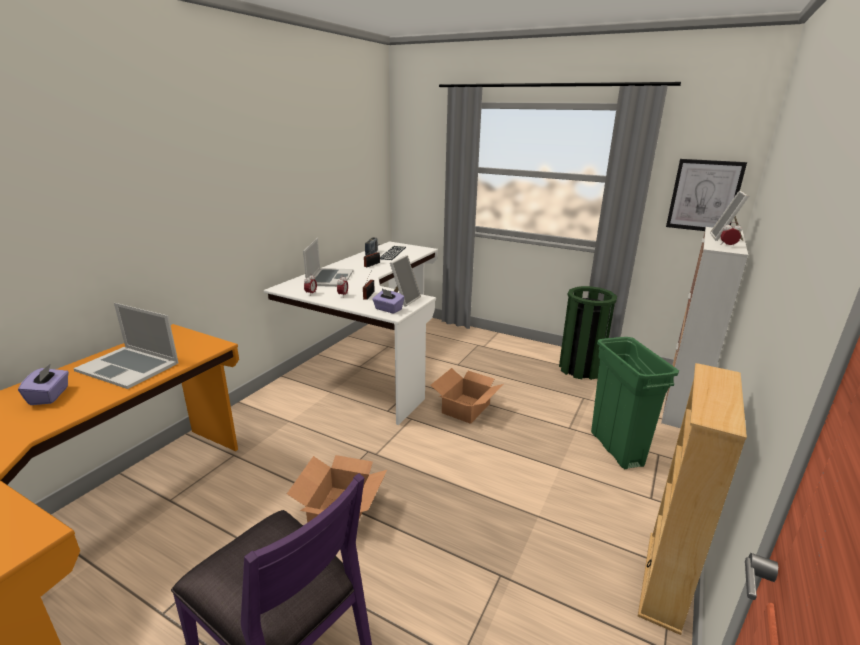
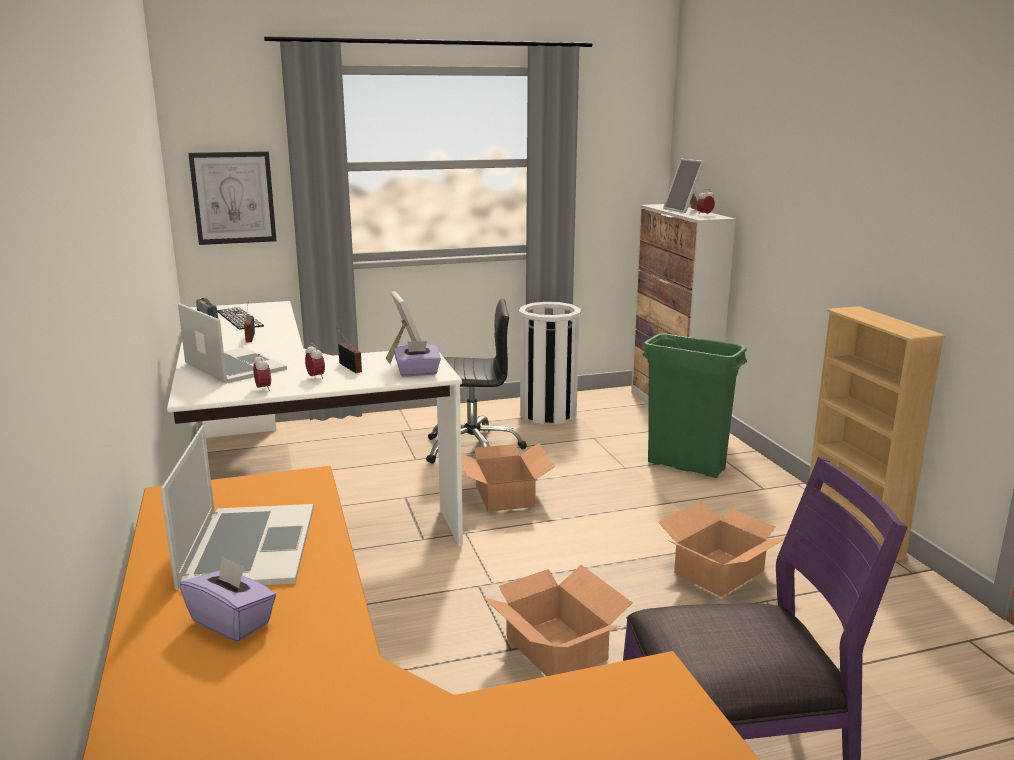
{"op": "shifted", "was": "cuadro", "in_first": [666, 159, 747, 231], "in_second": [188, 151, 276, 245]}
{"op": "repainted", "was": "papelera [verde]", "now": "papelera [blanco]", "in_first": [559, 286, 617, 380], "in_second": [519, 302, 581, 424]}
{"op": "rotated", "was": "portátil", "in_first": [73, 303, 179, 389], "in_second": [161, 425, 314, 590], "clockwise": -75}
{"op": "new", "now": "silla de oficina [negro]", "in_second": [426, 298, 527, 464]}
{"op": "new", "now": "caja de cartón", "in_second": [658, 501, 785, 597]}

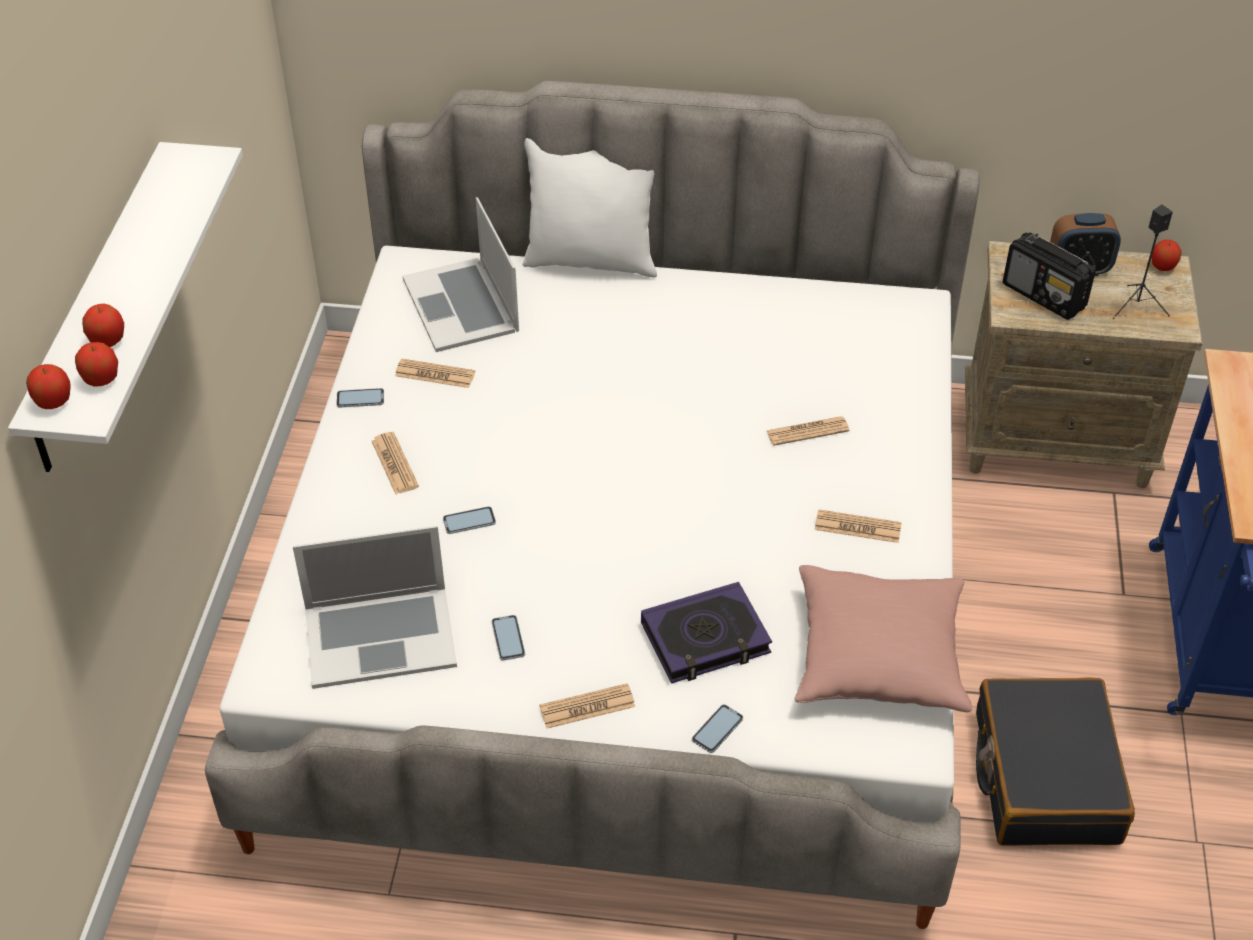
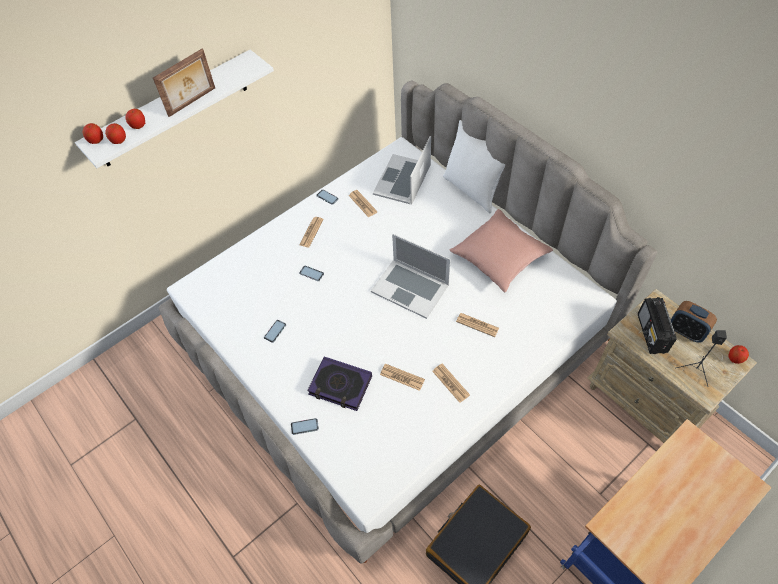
{"op": "shifted", "was": "portátil", "in_first": [293, 526, 457, 689], "in_second": [371, 234, 451, 319]}
{"op": "shifted", "was": "cojín [rosa]", "in_first": [794, 565, 972, 712], "in_second": [450, 209, 553, 292]}
{"op": "shifted", "was": "periódico", "in_first": [539, 683, 635, 729], "in_second": [380, 364, 425, 391]}
{"op": "new", "now": "portarretratos", "in_second": [153, 48, 215, 117]}

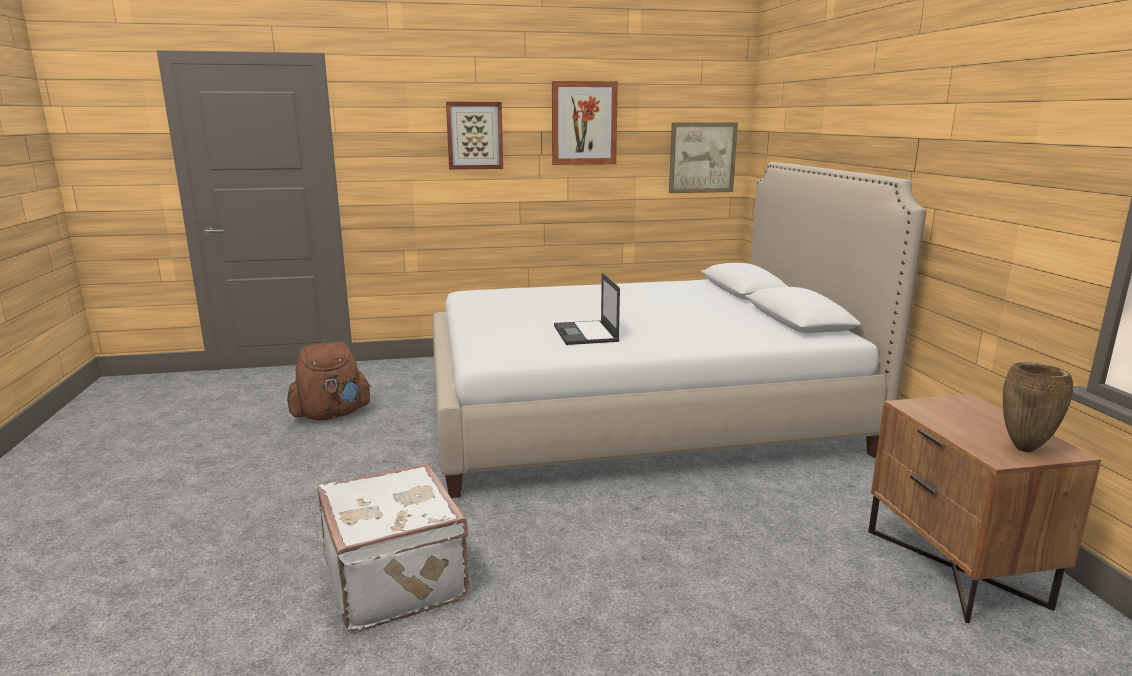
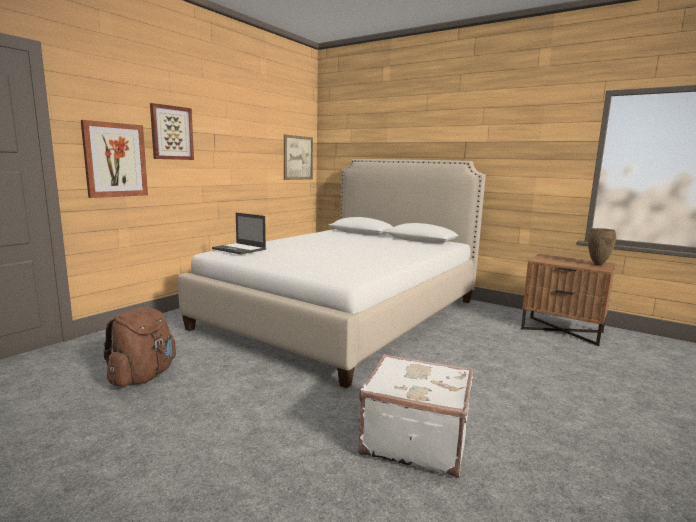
{"op": "shifted", "was": "cuadro", "in_first": [552, 81, 618, 165], "in_second": [81, 120, 148, 198]}
{"op": "shifted", "was": "portátil", "in_first": [554, 273, 620, 345], "in_second": [212, 213, 266, 255]}

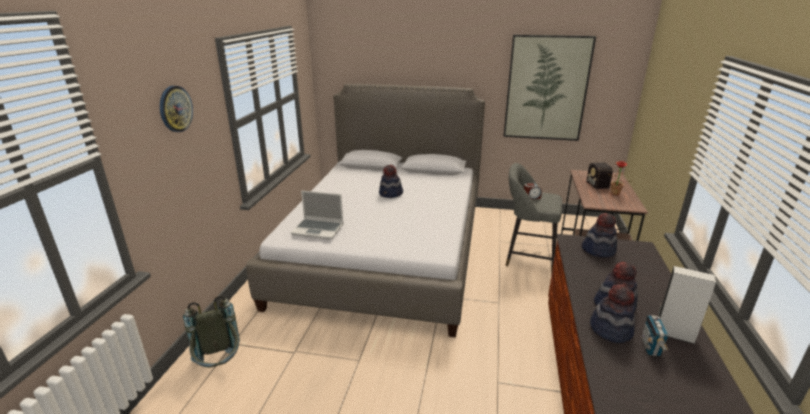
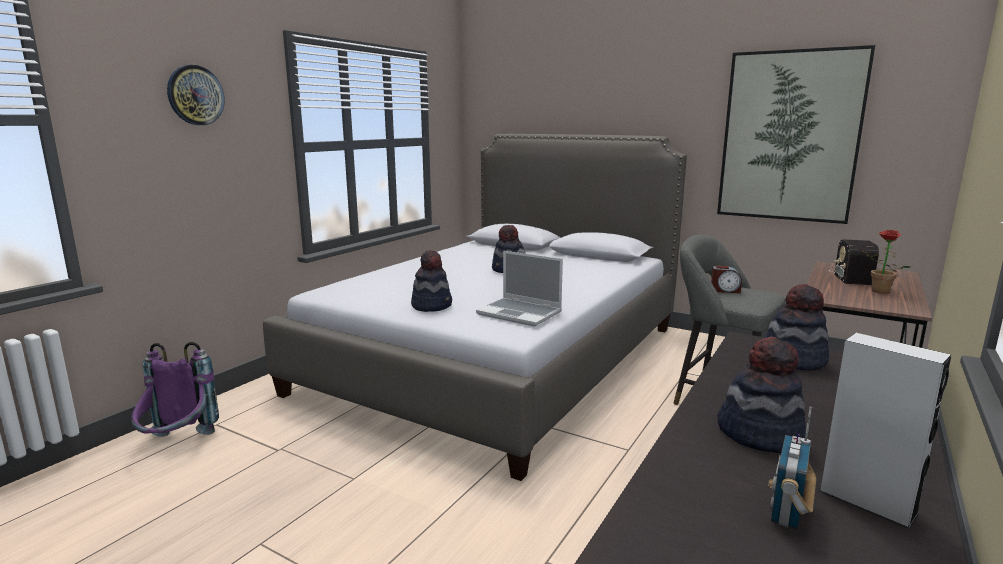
{"op": "shifted", "was": "portátil", "in_first": [291, 190, 344, 240], "in_second": [476, 251, 563, 327]}
{"op": "shifted", "was": "sombrero", "in_first": [590, 284, 635, 343], "in_second": [411, 250, 452, 312]}
{"op": "repainted", "was": "mochila [gris]", "now": "mochila [morado]", "in_first": [183, 296, 240, 368], "in_second": [132, 342, 219, 437]}

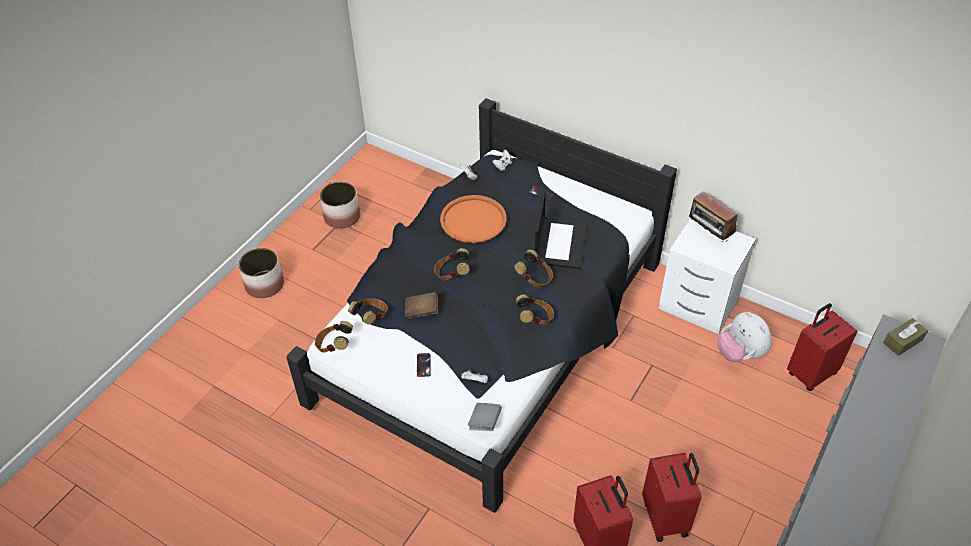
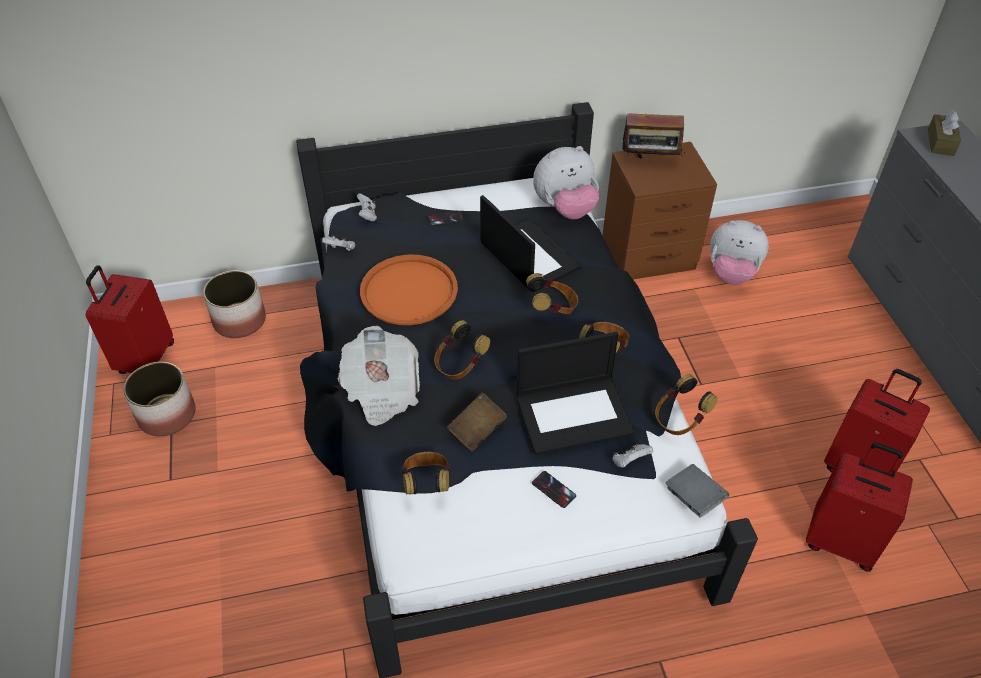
{"op": "repainted", "was": "mesita de noche [blanco]", "now": "mesita de noche [marrón]", "in_first": [659, 218, 756, 335], "in_second": [602, 142, 717, 279]}
{"op": "shifted", "was": "maceta", "in_first": [238, 248, 284, 298], "in_second": [203, 270, 266, 338]}
{"op": "shifted", "was": "maleta [rojo]", "in_first": [787, 303, 858, 391], "in_second": [86, 265, 174, 374]}
{"op": "shifted", "was": "auriculares", "in_first": [315, 321, 353, 352], "in_second": [655, 374, 718, 435]}
{"op": "new", "now": "peluche", "in_second": [533, 146, 600, 219]}
{"op": "new", "now": "periódico", "in_second": [338, 326, 420, 426]}
{"op": "new", "now": "portátil", "in_second": [517, 332, 635, 455]}

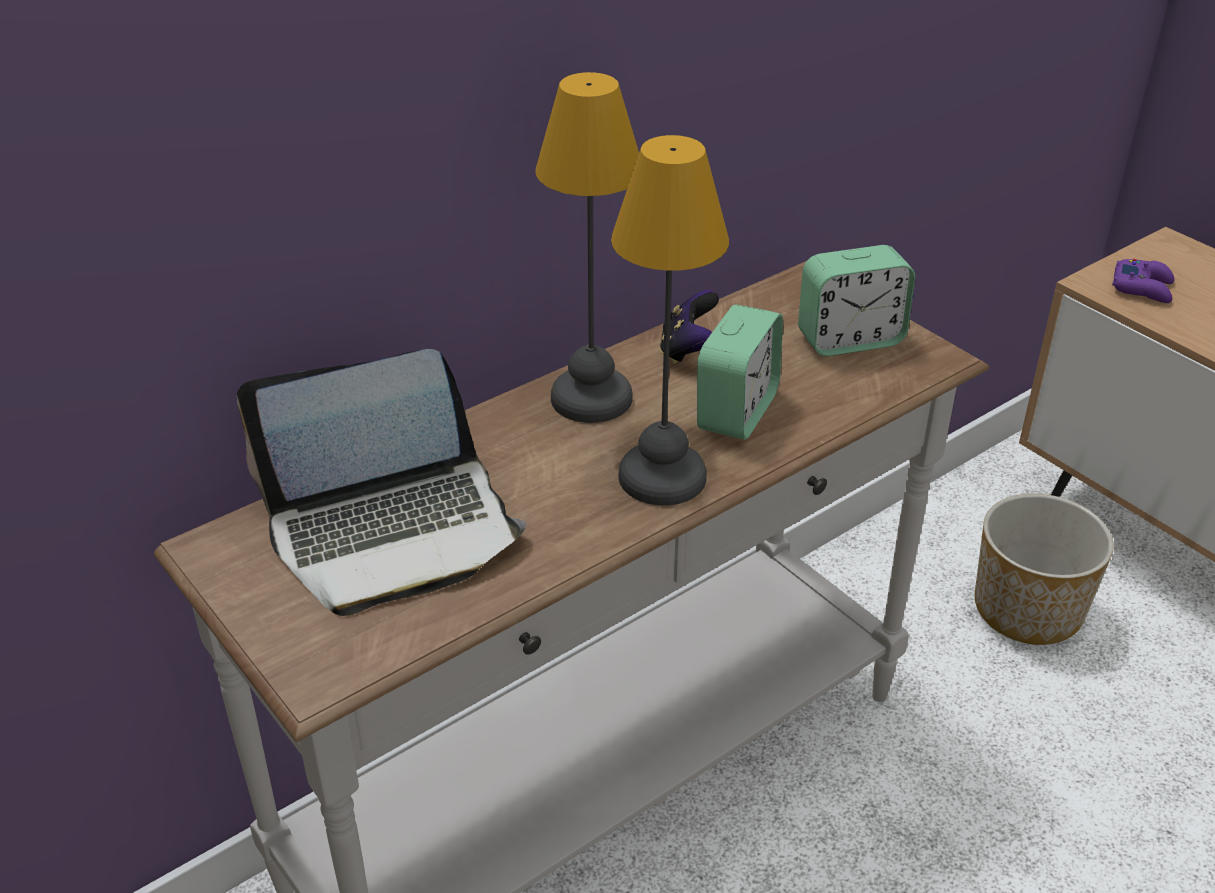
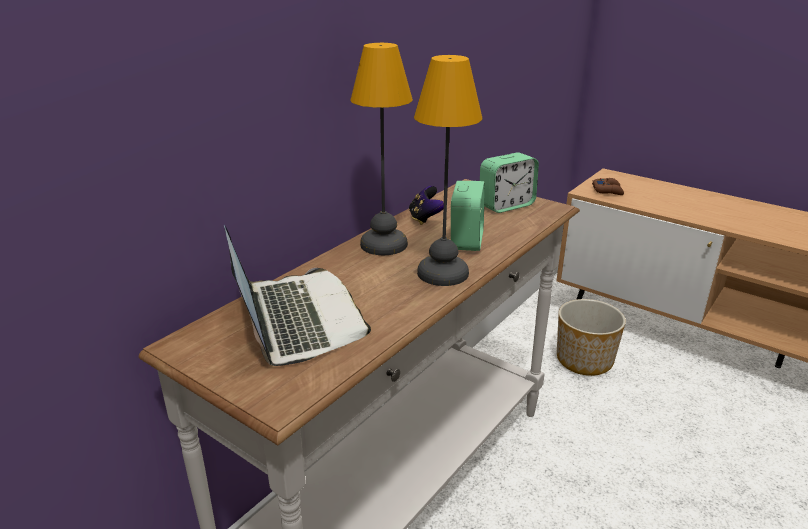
{"op": "repainted", "was": "mando de consola [morado]", "now": "mando de consola [marrón]", "in_first": [1112, 259, 1174, 303], "in_second": [592, 178, 624, 195]}
{"op": "rotated", "was": "portátil", "in_first": [237, 349, 527, 616], "in_second": [224, 225, 371, 366], "clockwise": -75}

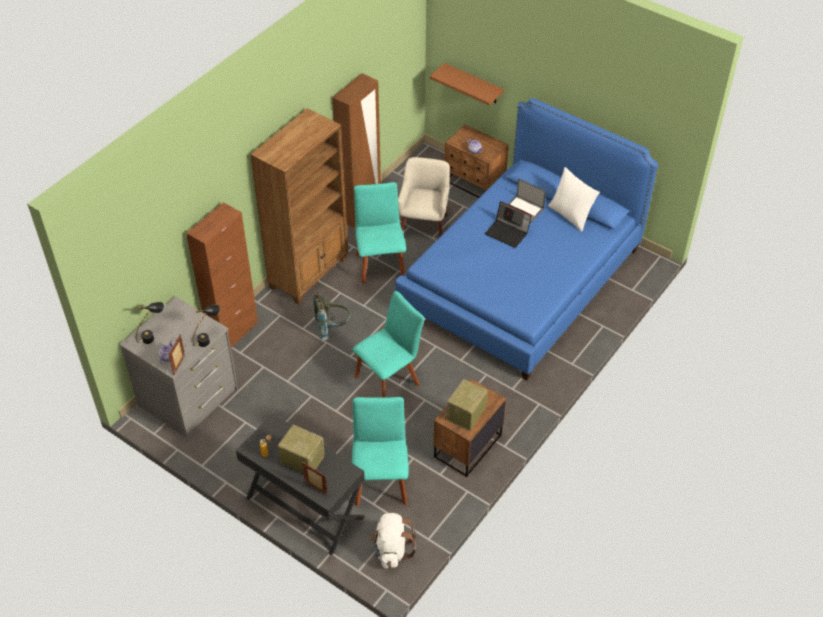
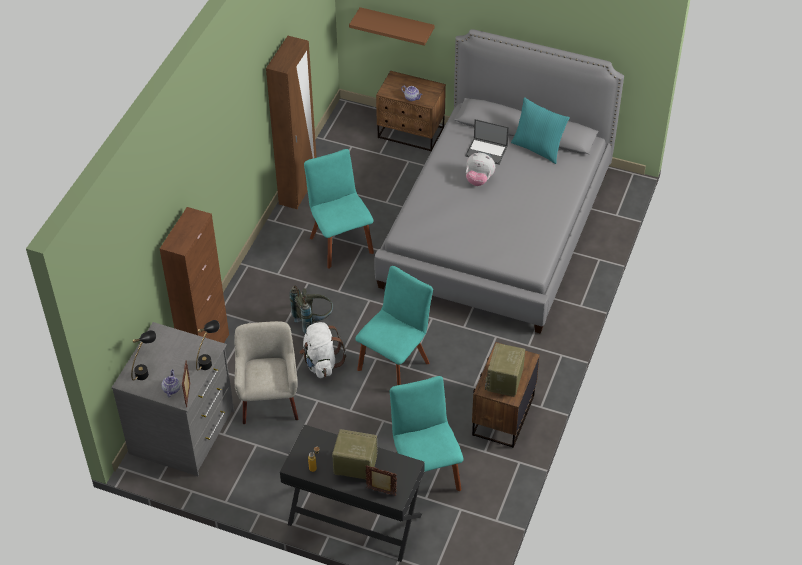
{"op": "repainted", "was": "cama [azul]", "now": "cama [gris]", "in_first": [395, 98, 658, 380], "in_second": [374, 29, 624, 334]}
{"op": "gone", "was": "estantería [marrón]", "in_first": [250, 108, 348, 305]}
{"op": "shifted", "was": "sillón [beis]", "in_first": [398, 157, 450, 236], "in_second": [234, 321, 298, 424]}
{"op": "repainted", "was": "cojín [blanco]", "now": "cojín [turquesa]", "in_first": [548, 167, 600, 232], "in_second": [511, 97, 570, 164]}
{"op": "swapped", "was": "portátil", "now": "peluche", "in_first": [485, 201, 532, 248], "in_second": [466, 153, 495, 186]}
{"op": "shifted", "was": "mochila [blanco]", "in_first": [370, 513, 416, 569], "in_second": [299, 322, 346, 378]}

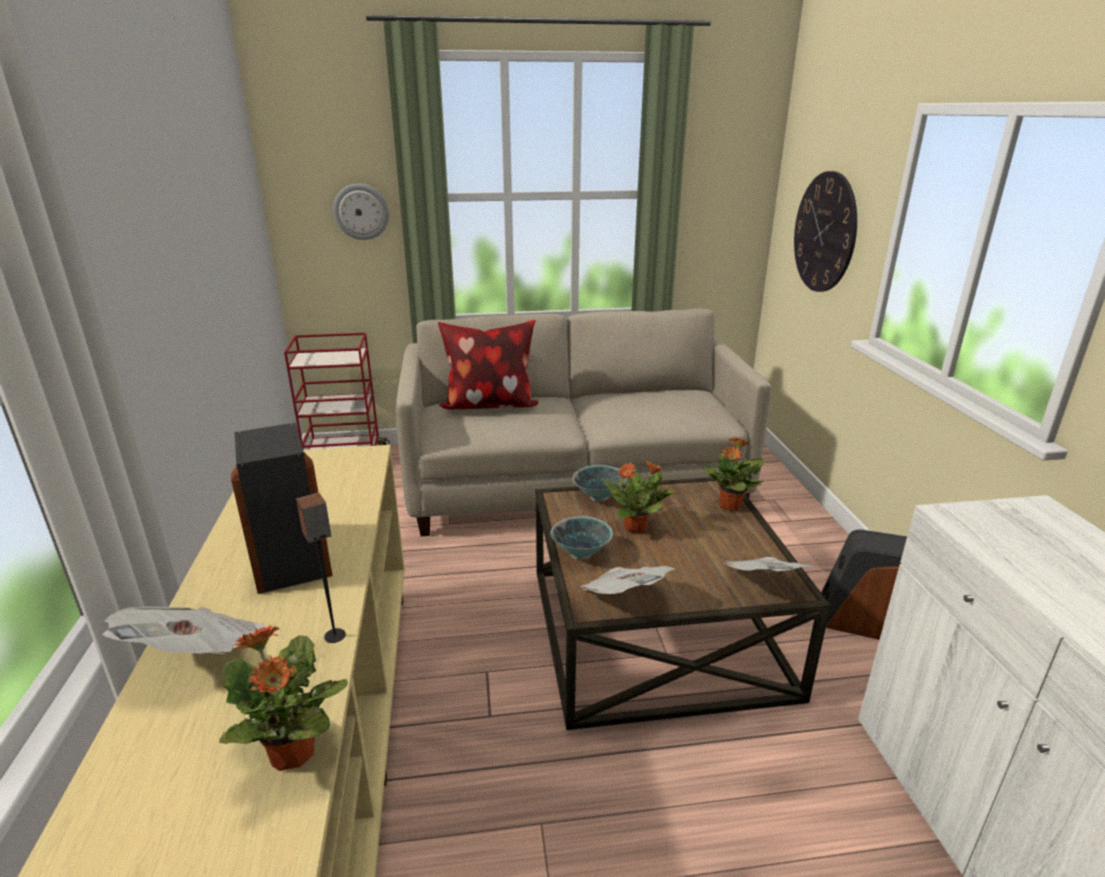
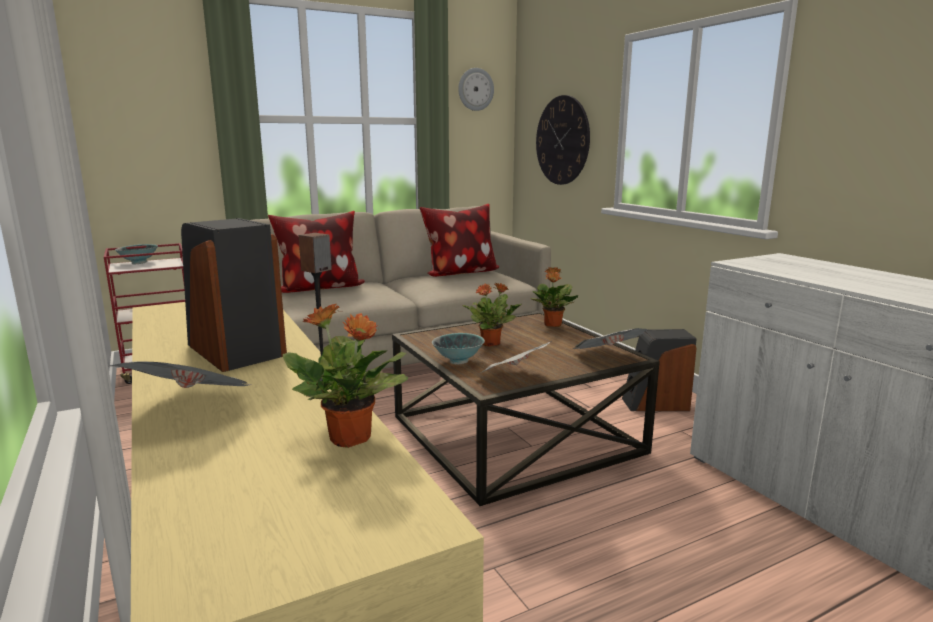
{"op": "shifted", "was": "reloj de pared", "in_first": [333, 184, 389, 240], "in_second": [458, 68, 494, 111]}
{"op": "shifted", "was": "cuenco", "in_first": [573, 465, 627, 502], "in_second": [115, 244, 158, 264]}
{"op": "new", "now": "cojín", "in_second": [419, 204, 499, 277]}

